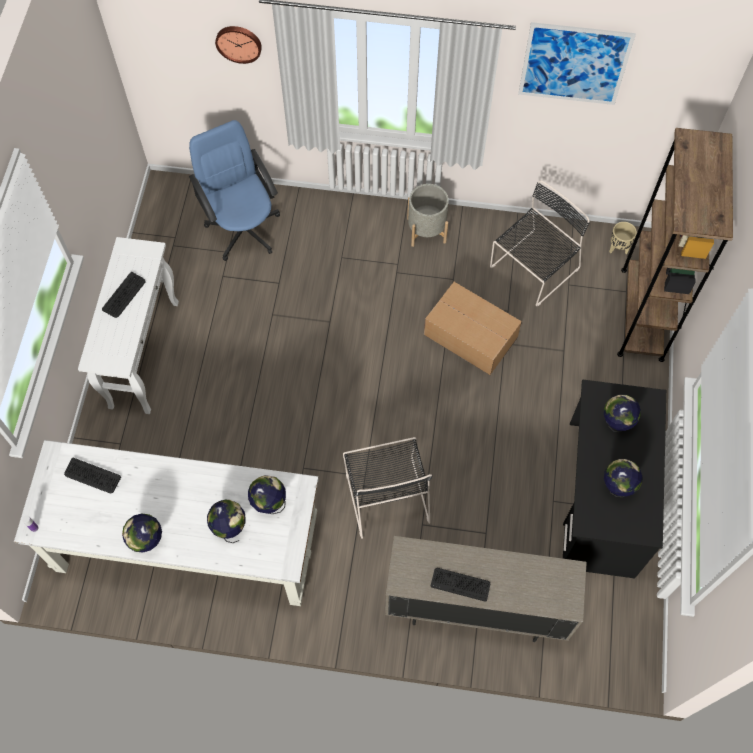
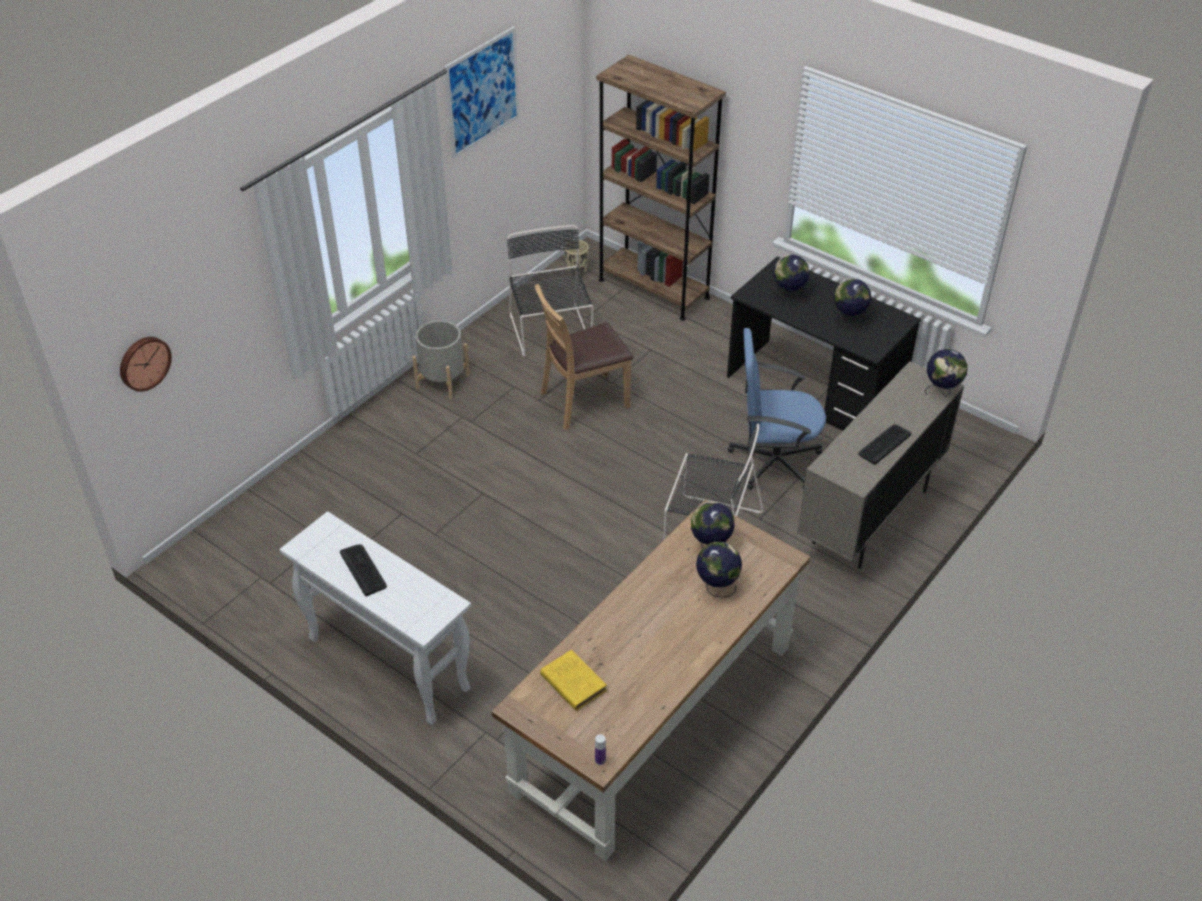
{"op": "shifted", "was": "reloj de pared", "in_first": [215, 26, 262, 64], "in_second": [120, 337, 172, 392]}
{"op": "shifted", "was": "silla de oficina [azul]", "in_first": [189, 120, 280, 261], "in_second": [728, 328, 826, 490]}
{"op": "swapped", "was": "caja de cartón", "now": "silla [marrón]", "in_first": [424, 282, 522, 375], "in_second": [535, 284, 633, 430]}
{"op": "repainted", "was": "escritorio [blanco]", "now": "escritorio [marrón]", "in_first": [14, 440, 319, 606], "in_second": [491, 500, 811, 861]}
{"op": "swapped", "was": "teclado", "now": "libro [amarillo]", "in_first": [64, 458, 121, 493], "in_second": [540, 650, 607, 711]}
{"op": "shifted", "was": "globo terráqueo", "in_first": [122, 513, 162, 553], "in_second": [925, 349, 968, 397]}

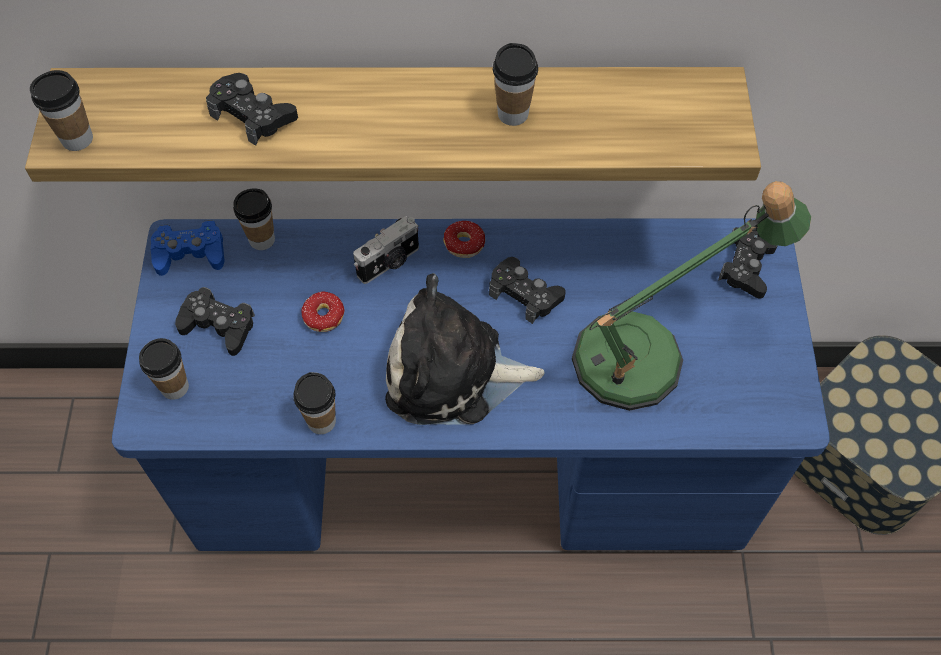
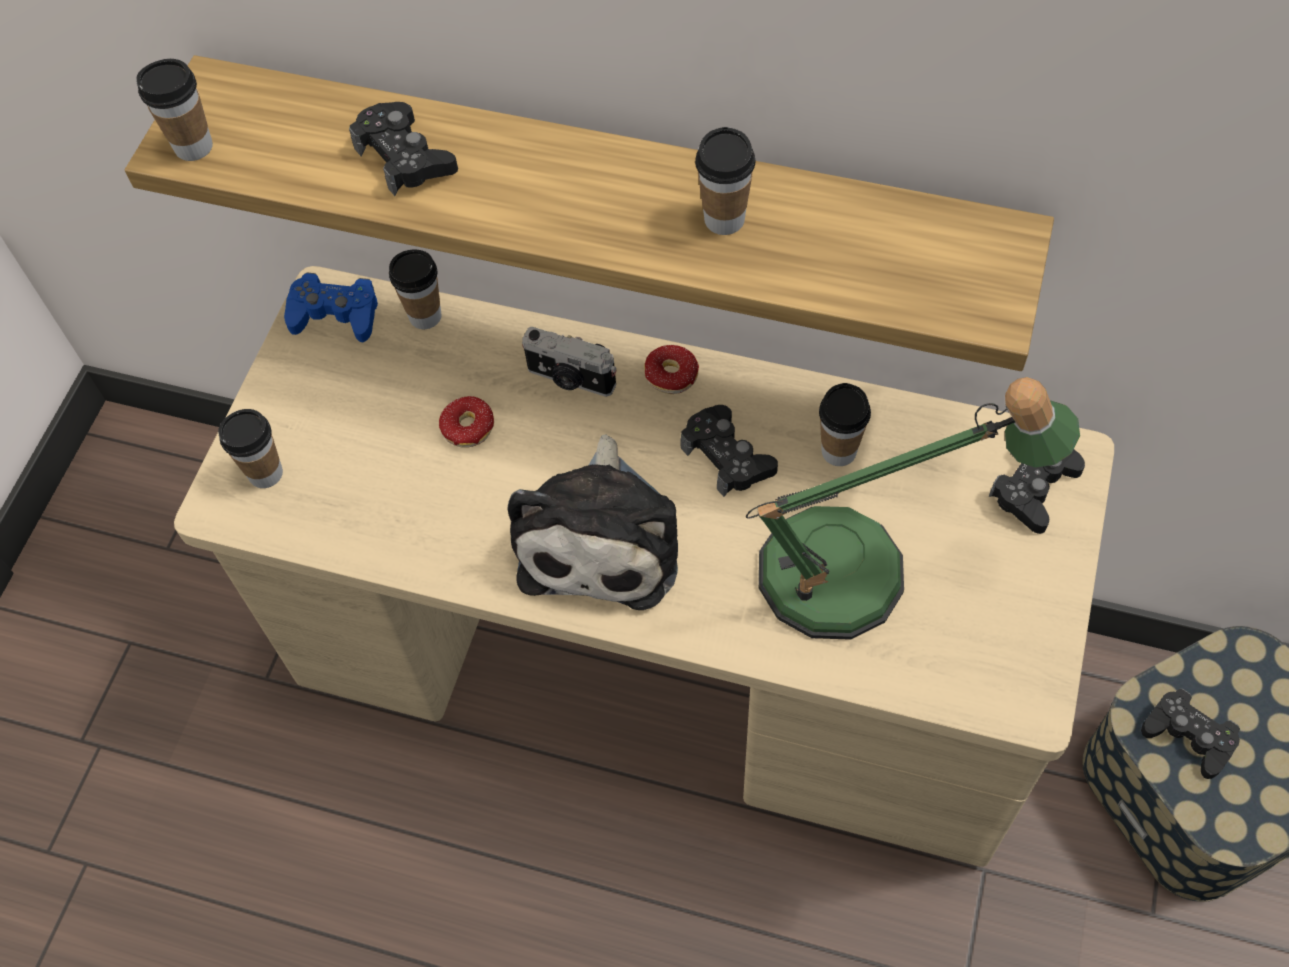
{"op": "rotated", "was": "cámara", "in_first": [353, 216, 419, 284], "in_second": [522, 327, 616, 397], "clockwise": 45}
{"op": "repainted", "was": "escritorio [azul]", "now": "escritorio [beis]", "in_first": [112, 218, 830, 551], "in_second": [174, 266, 1114, 867]}
{"op": "rotated", "was": "peluche", "in_first": [385, 273, 545, 425], "in_second": [508, 435, 678, 610], "clockwise": -105}
{"op": "shifted", "was": "mando de consola [negro]", "in_first": [175, 287, 255, 356], "in_second": [1141, 689, 1240, 779]}
{"op": "shifted", "was": "taza", "in_first": [293, 372, 336, 434], "in_second": [819, 383, 871, 466]}

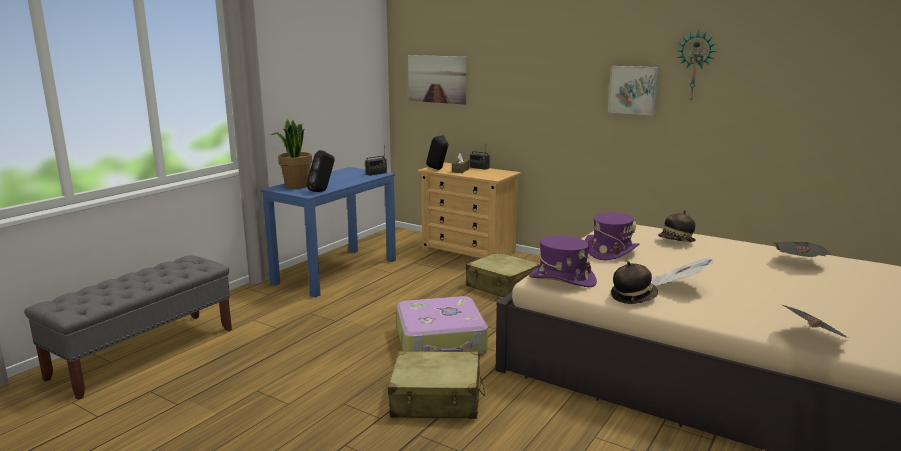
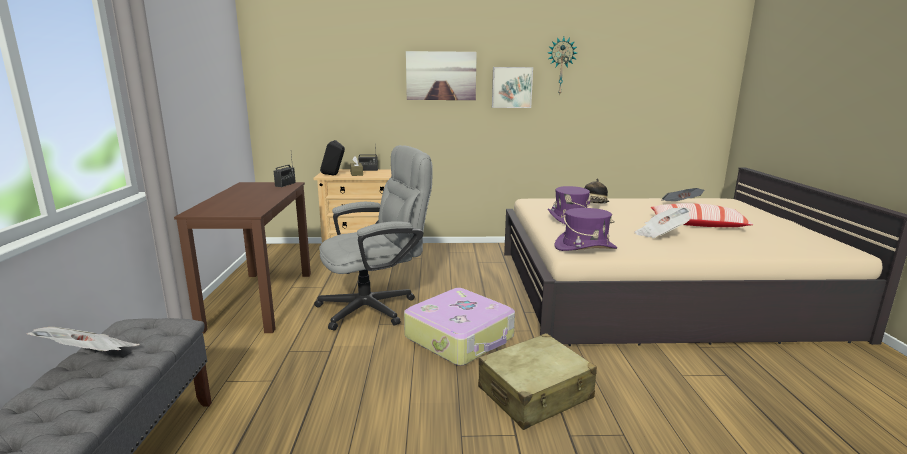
{"op": "shifted", "was": "cuadro", "in_first": [408, 55, 467, 105], "in_second": [406, 51, 477, 100]}
{"op": "gone", "was": "planta en maceta", "in_first": [272, 119, 312, 189]}
{"op": "gone", "was": "altavoz [negro]", "in_first": [307, 150, 335, 192]}
{"op": "repainted", "was": "escritorio [azul]", "now": "escritorio [marrón]", "in_first": [261, 167, 396, 298], "in_second": [174, 182, 311, 334]}
{"op": "gone", "was": "maleta [beis]", "in_first": [466, 252, 541, 297]}
{"op": "gone", "was": "sombrero", "in_first": [611, 261, 658, 304]}
{"op": "shifted", "was": "periódico", "in_first": [780, 304, 849, 338], "in_second": [26, 327, 140, 351]}
{"op": "new", "now": "silla de oficina [gris]", "in_second": [314, 145, 433, 331]}
{"op": "new", "now": "cojín", "in_second": [651, 203, 753, 227]}

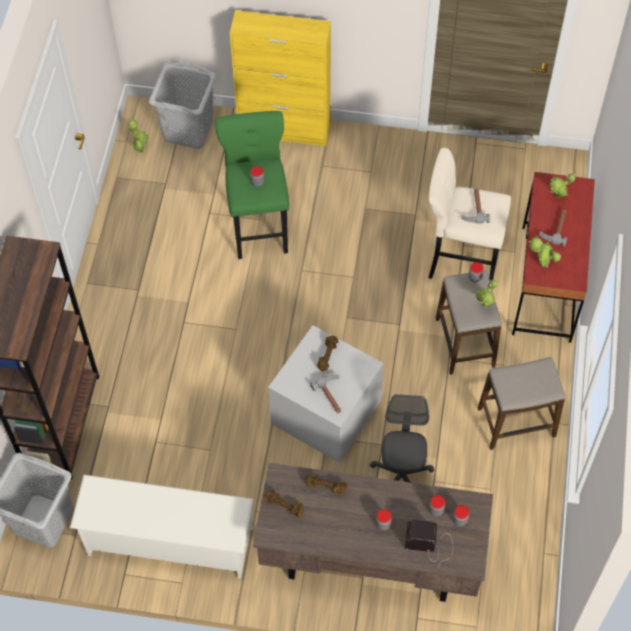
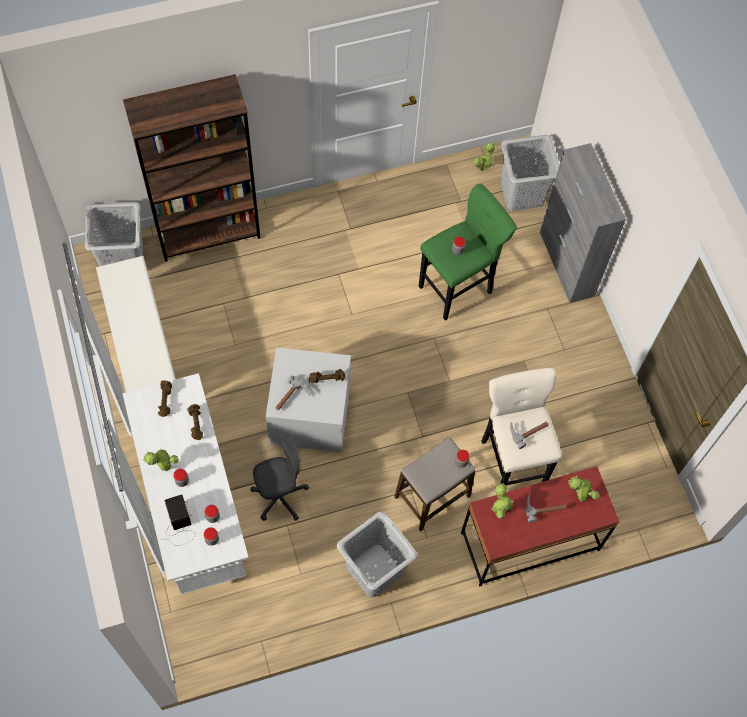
{"op": "repainted", "was": "armario [amarillo]", "now": "armario [gris]", "in_first": [230, 10, 331, 146], "in_second": [540, 143, 626, 303]}
{"op": "shifted", "was": "planta en maceta", "in_first": [476, 279, 498, 307], "in_second": [143, 449, 179, 472]}
{"op": "swapped", "was": "taburete", "now": "cesto de la ropa [gris]", "in_first": [478, 357, 565, 450], "in_second": [337, 511, 417, 598]}
{"op": "repainted", "was": "escritorio [marrón]", "now": "escritorio [blanco]", "in_first": [253, 463, 493, 602], "in_second": [122, 373, 249, 594]}

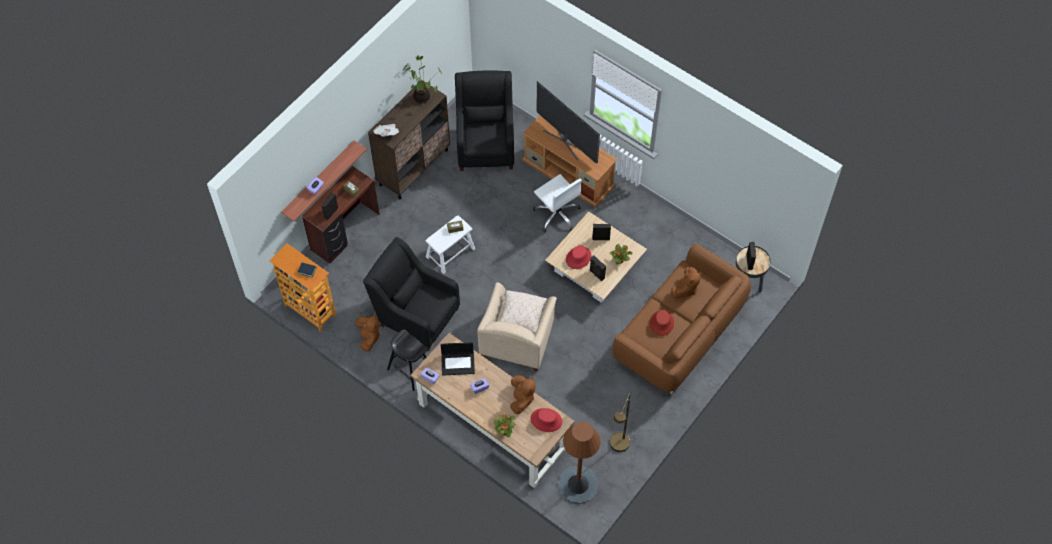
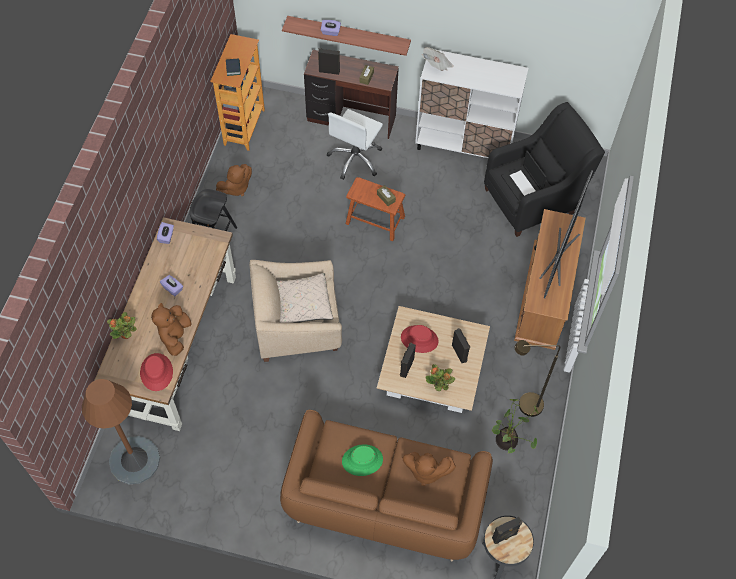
{"op": "shifted", "was": "planta en maceta", "in_first": [403, 56, 443, 103], "in_second": [491, 399, 539, 453]}
{"op": "repainted", "was": "armario [marrón]", "now": "armario [blanco]", "in_first": [368, 80, 450, 199], "in_second": [415, 49, 528, 158]}
{"op": "shifted", "was": "silla de oficina [blanco]", "in_first": [533, 174, 582, 232], "in_second": [327, 109, 383, 180]}
{"op": "repainted", "was": "taburete [blanco]", "now": "taburete [marrón]", "in_first": [425, 216, 475, 274], "in_second": [346, 177, 405, 241]}
{"op": "gone", "was": "sillón [negro]", "in_first": [363, 237, 460, 351]}
{"op": "repainted", "was": "sombrero [rojo]", "now": "sombrero [verde]", "in_first": [650, 310, 674, 336], "in_second": [342, 444, 383, 476]}
{"op": "shifted", "was": "portátil", "in_first": [441, 342, 475, 376], "in_second": [501, 151, 547, 202]}
{"op": "rotated", "was": "peluche [marrón]", "in_first": [510, 375, 536, 414], "in_second": [151, 303, 192, 356], "clockwise": 120}
{"op": "shifted", "was": "lámpara de pie [marrón]", "in_first": [610, 393, 631, 452], "in_second": [515, 340, 560, 417]}

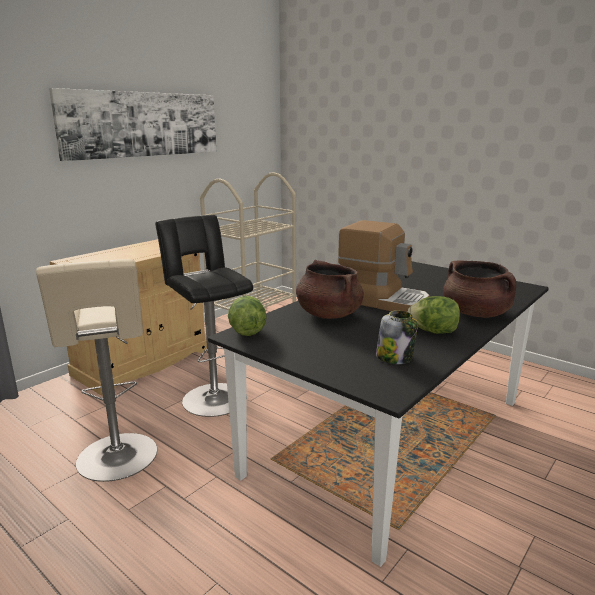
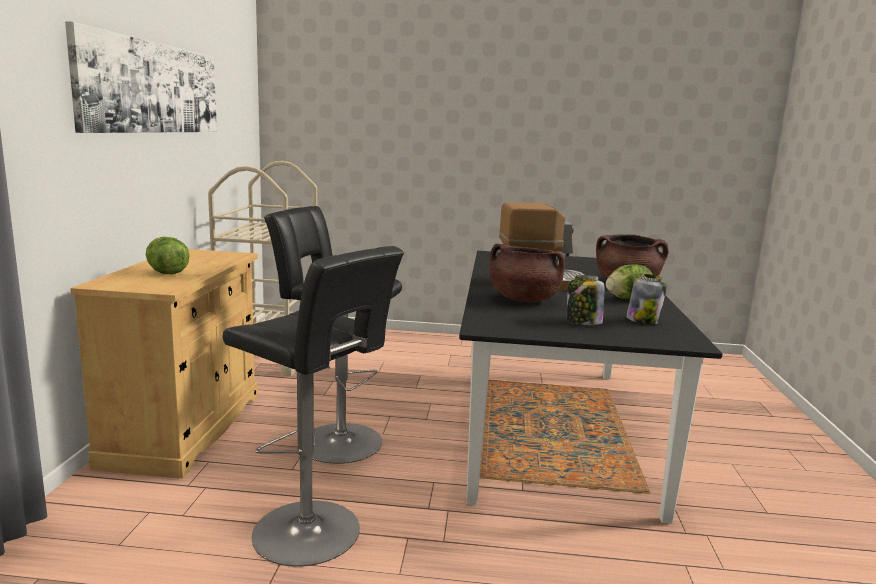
{"op": "repainted", "was": "taburete [beis]", "now": "taburete [negro]", "in_first": [36, 259, 157, 482], "in_second": [222, 246, 404, 567]}
{"op": "shifted", "was": "lechuga", "in_first": [228, 296, 267, 336], "in_second": [146, 237, 189, 274]}
{"op": "new", "now": "tarro", "in_second": [566, 275, 604, 325]}

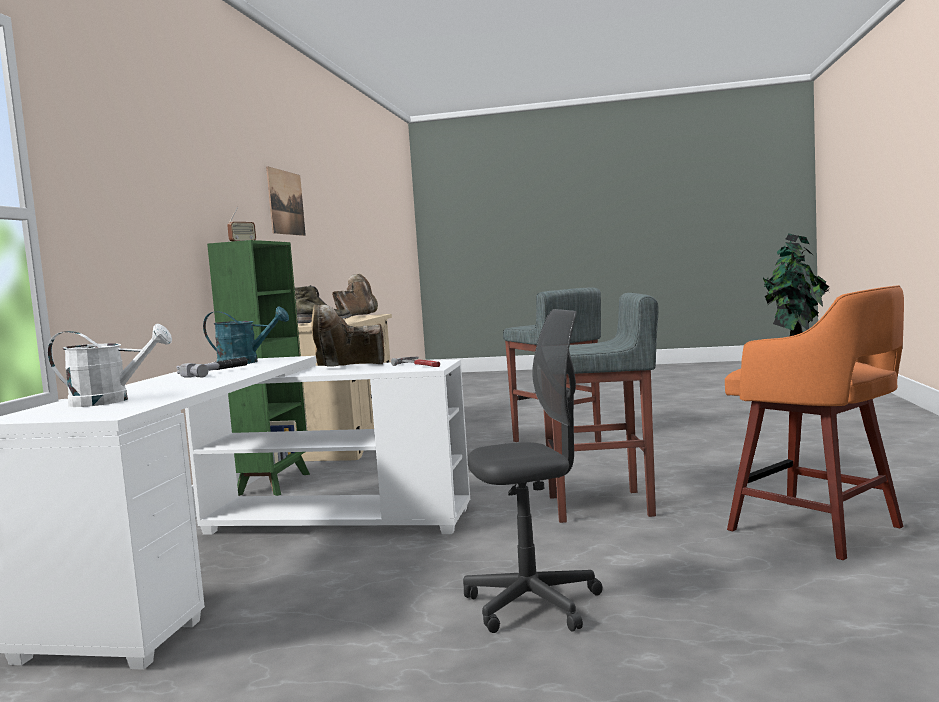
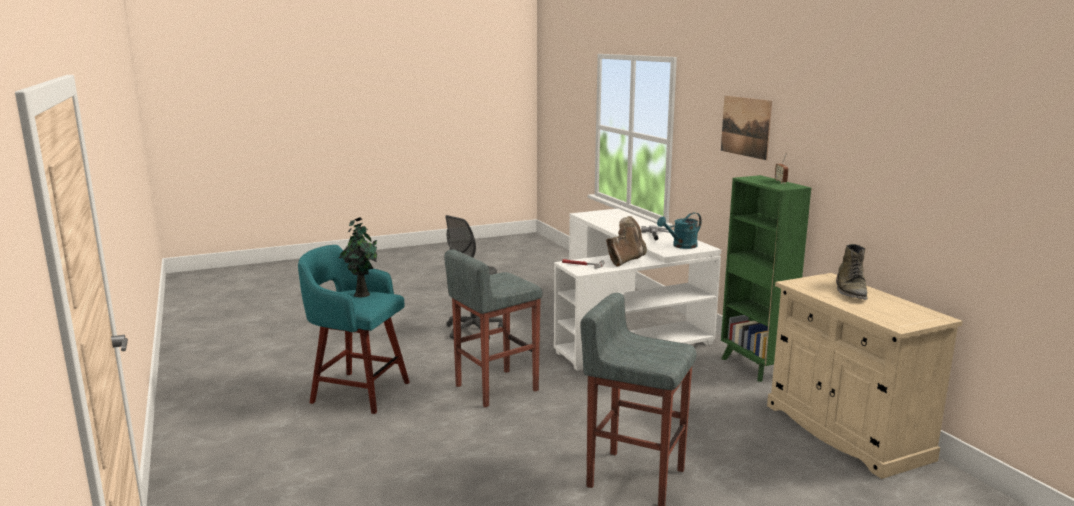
{"op": "shifted", "was": "cuadro", "in_first": [266, 166, 306, 236], "in_second": [721, 96, 772, 160]}
{"op": "gone", "was": "bota [marrón]", "in_first": [332, 274, 378, 319]}
{"op": "repainted", "was": "taburete [naranja]", "now": "taburete [turquesa]", "in_first": [725, 285, 904, 560], "in_second": [298, 245, 410, 414]}
{"op": "gone", "was": "regadera [blanco]", "in_first": [47, 324, 172, 407]}

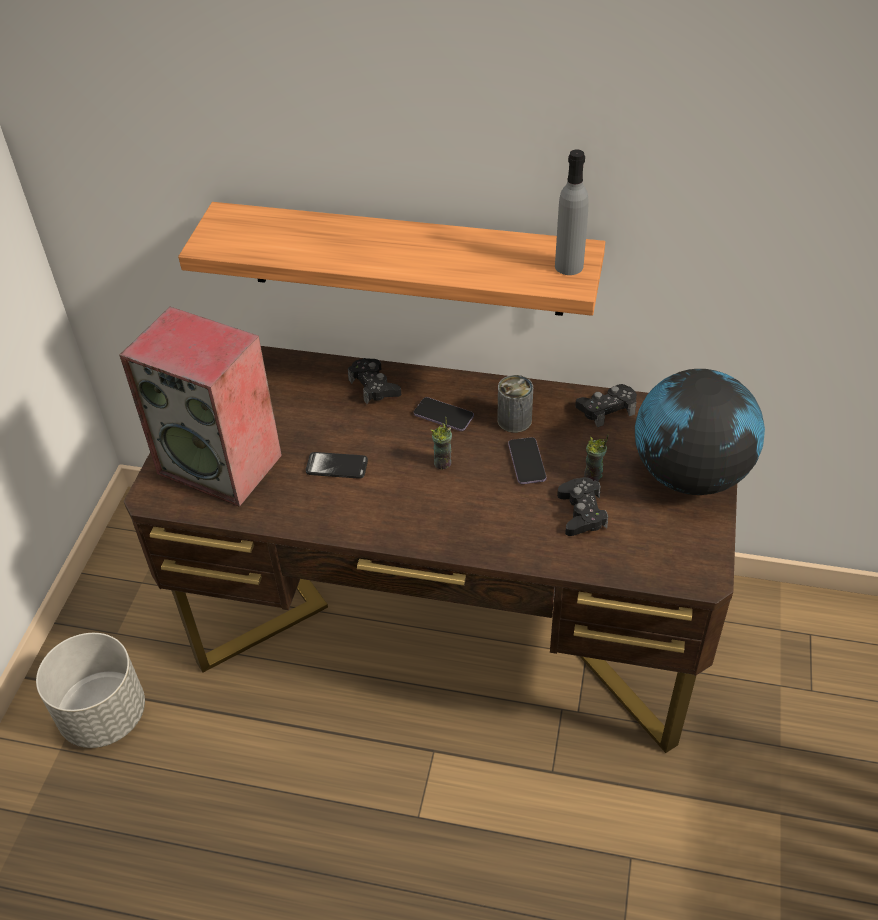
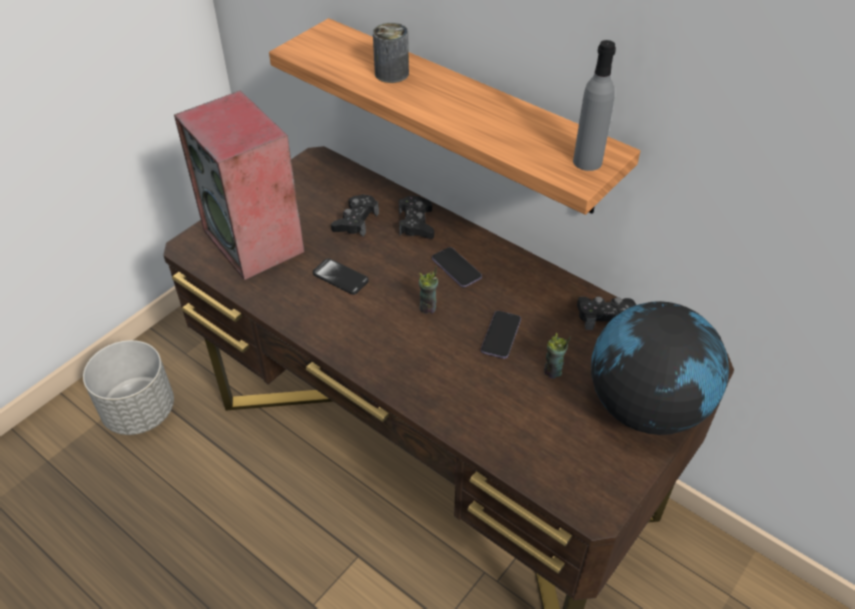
{"op": "shifted", "was": "lata", "in_first": [497, 375, 533, 433], "in_second": [373, 23, 409, 83]}
{"op": "shifted", "was": "mando de consola [negro]", "in_first": [557, 477, 608, 536], "in_second": [331, 194, 379, 237]}

